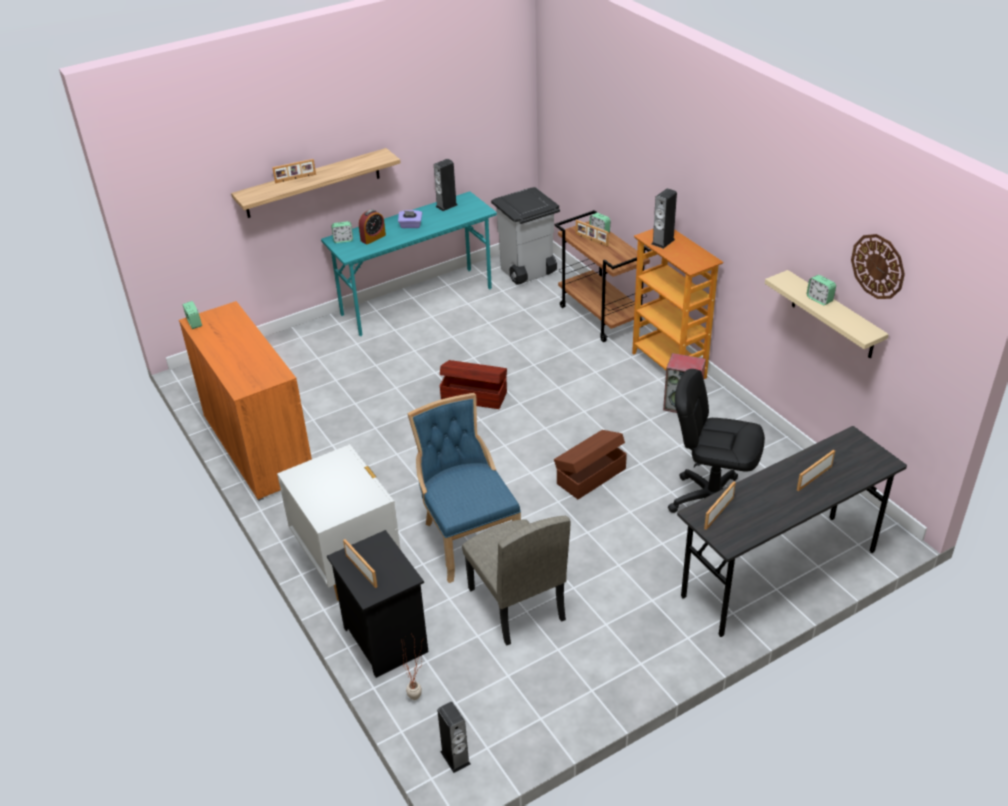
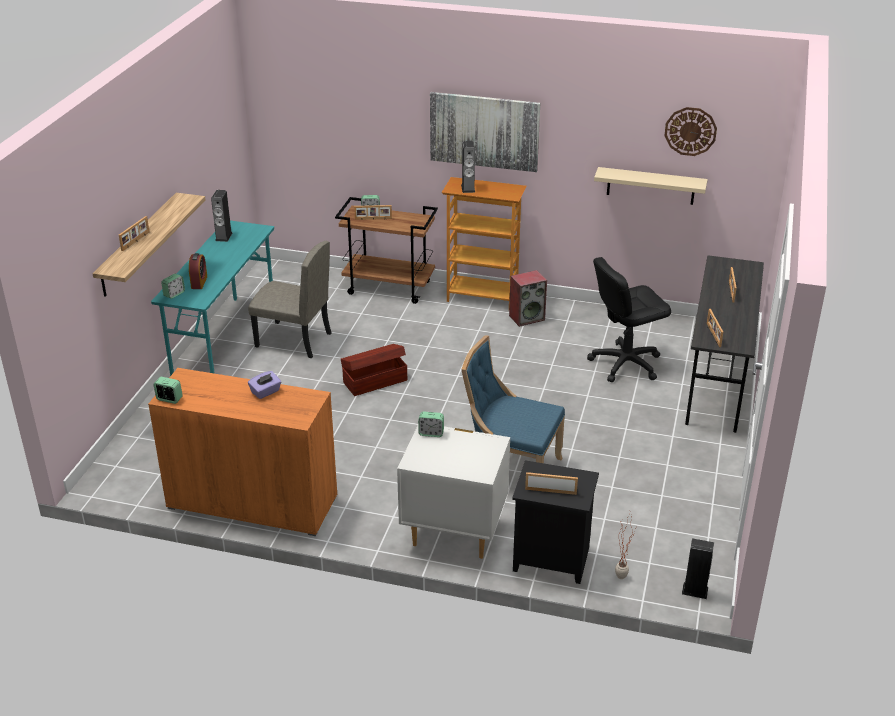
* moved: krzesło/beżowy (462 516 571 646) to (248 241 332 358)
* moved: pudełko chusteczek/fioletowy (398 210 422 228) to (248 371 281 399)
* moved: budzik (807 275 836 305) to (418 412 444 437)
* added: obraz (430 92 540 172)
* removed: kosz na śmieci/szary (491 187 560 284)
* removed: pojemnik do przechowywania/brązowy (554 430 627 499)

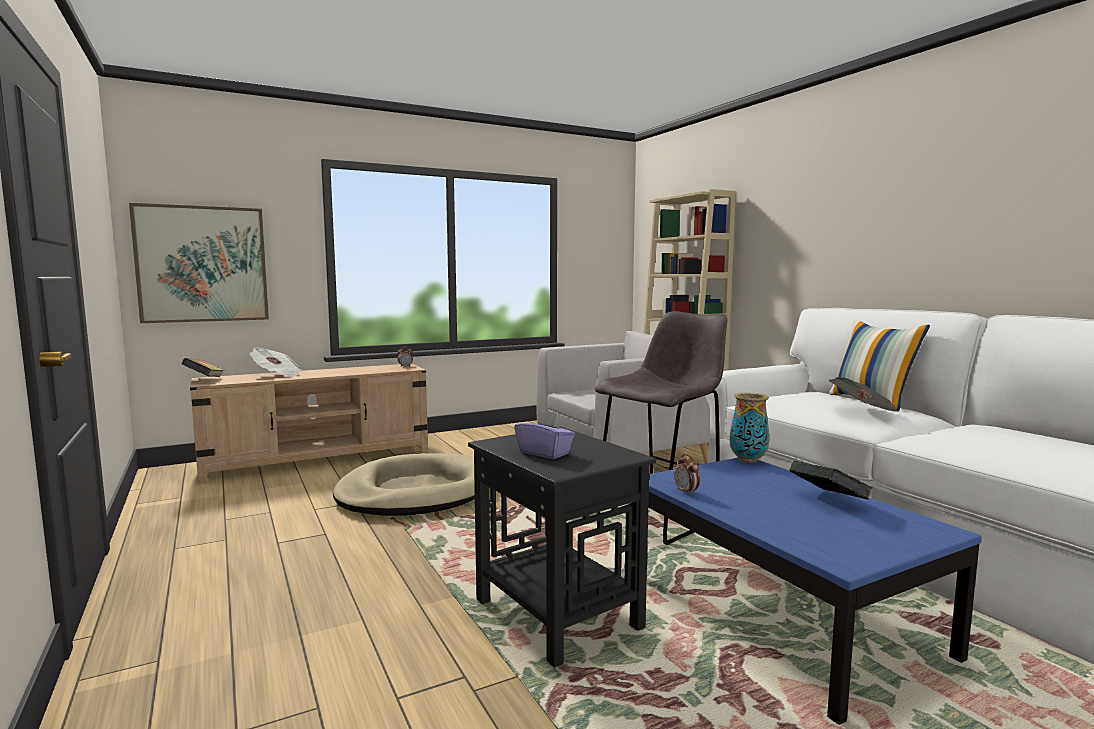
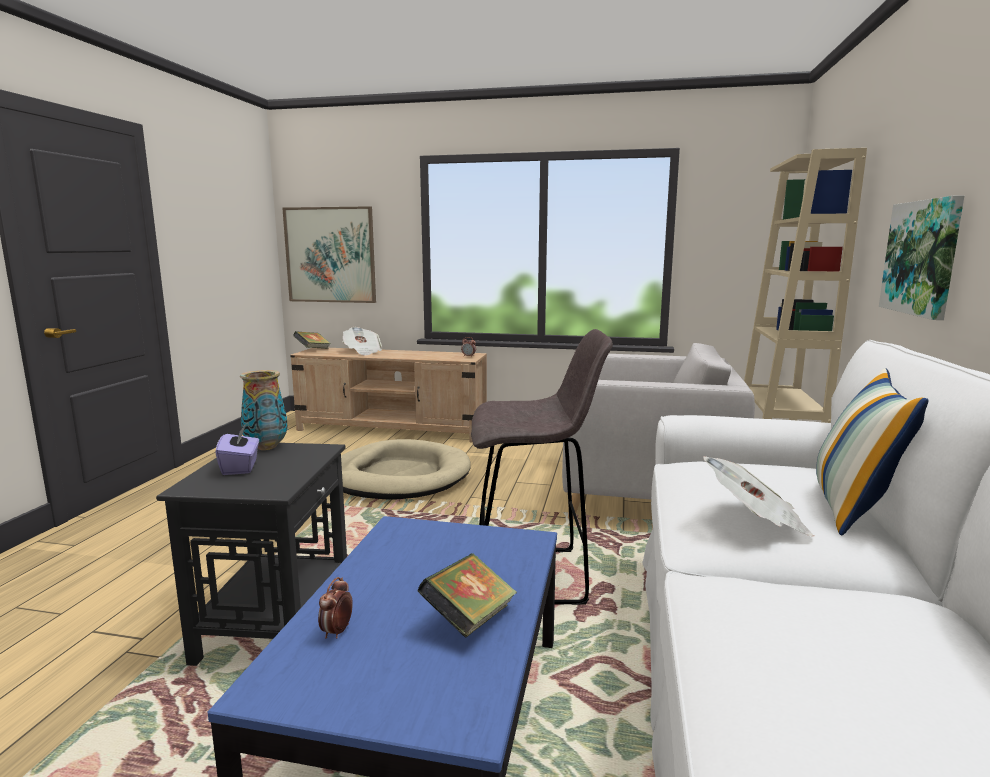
* moved: wazon (729 392 769 463) to (240 370 288 450)
* moved: budzik (674 454 700 496) to (318 577 353 639)
* added: obraz (879 195 964 320)

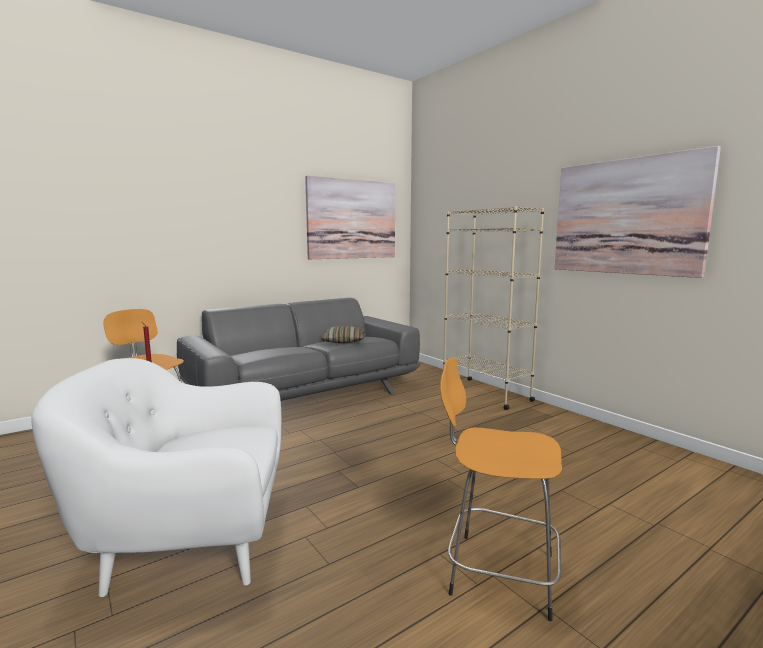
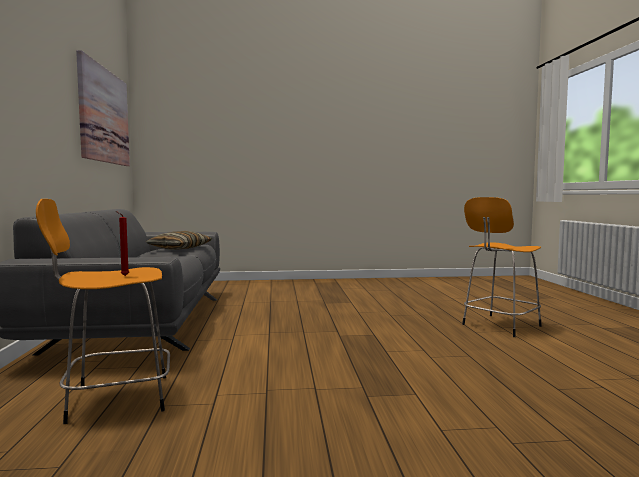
* removed: fotel/biały (31 358 281 597)
* removed: regał/beżowy (443 206 544 410)
* removed: obraz (555 146 721 278)

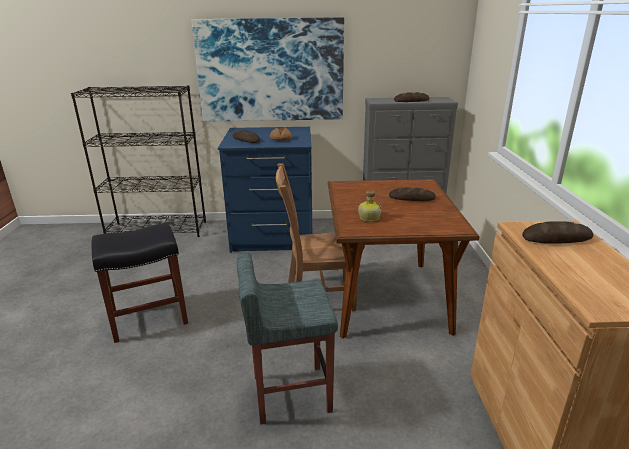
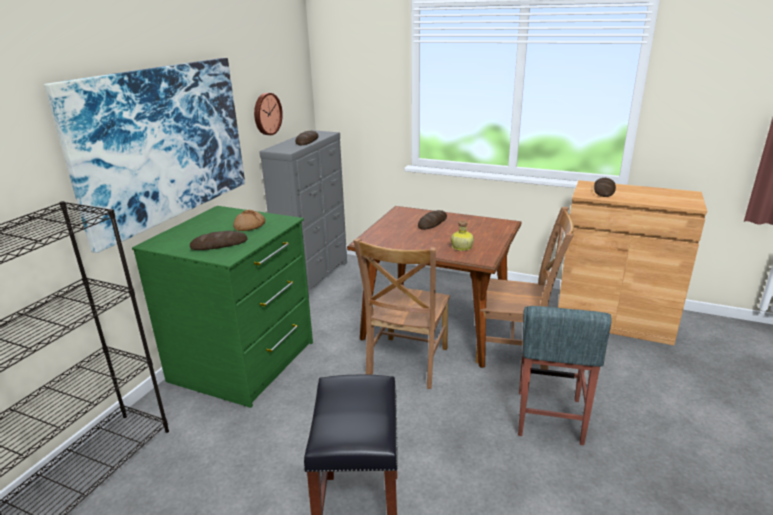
* recoloured: komoda/niebieski (217 127 312 253) to komoda/zielony (132 206 313 408)
* added: zegar ścienny (254 93 283 135)
* added: krzesło/brązowy (476 207 574 370)

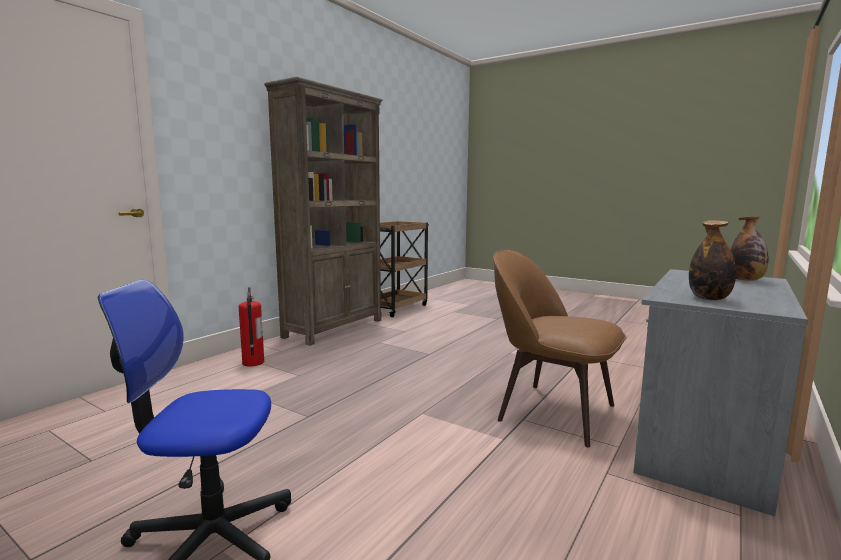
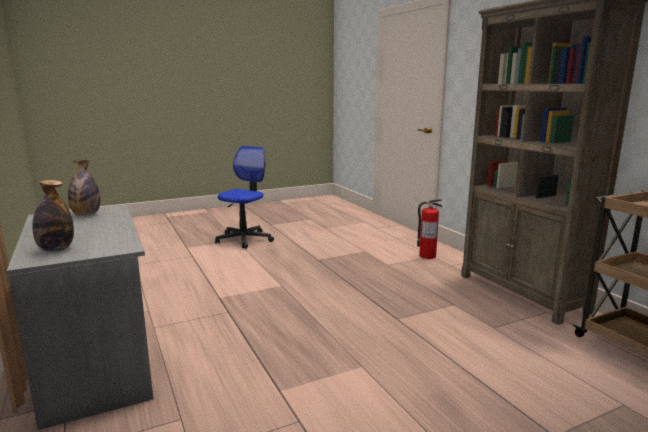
* removed: krzesło/brązowy (493 249 626 448)

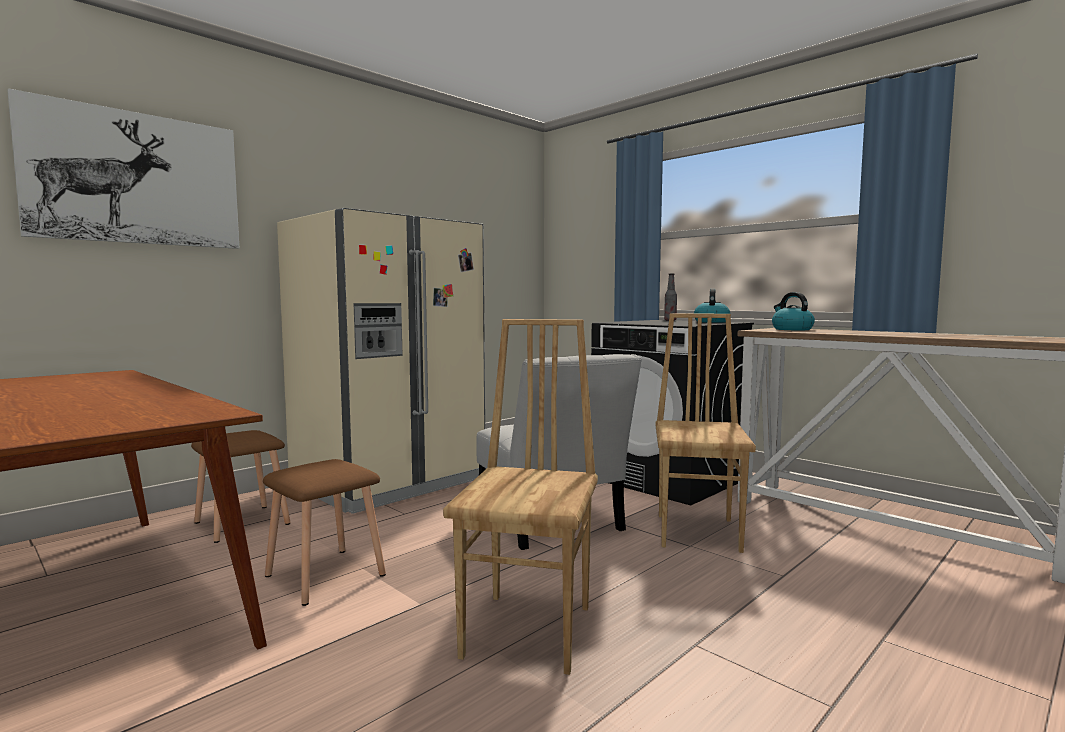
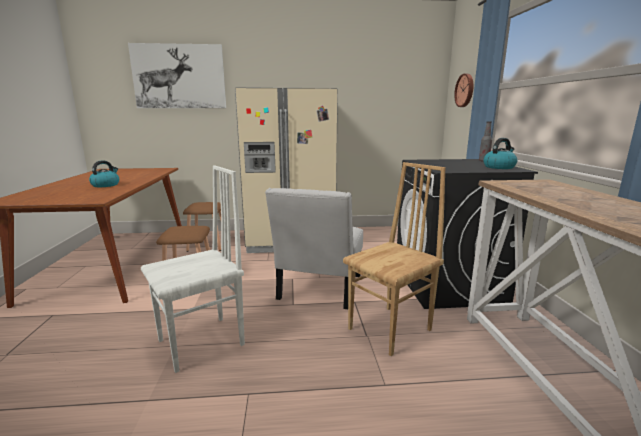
* moved: czajnik (772 292 815 330) to (89 161 119 187)
* recoloured: krzesło/brązowy (443 319 598 675) to krzesło/biały (141 165 245 373)
* added: zegar ścienny (454 74 474 107)

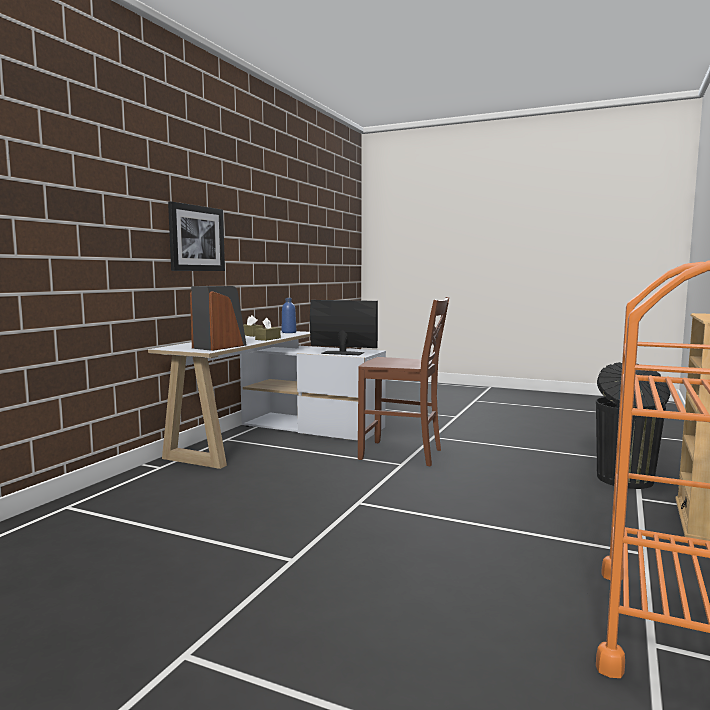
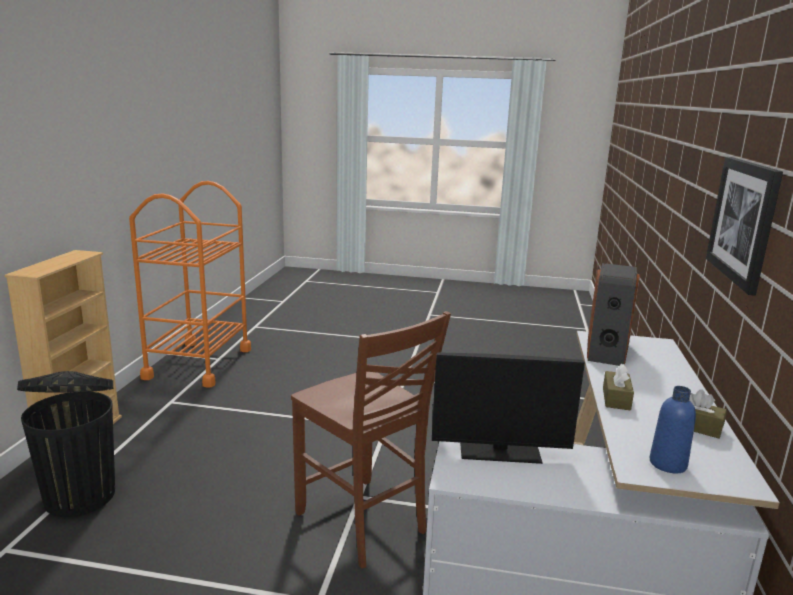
* turned: krzesło/brązowy (358 297 449 466) = (291 311 451 569) 135 degrees counterclockwise

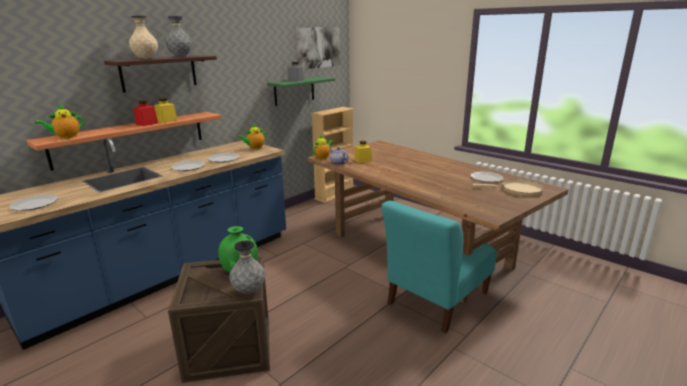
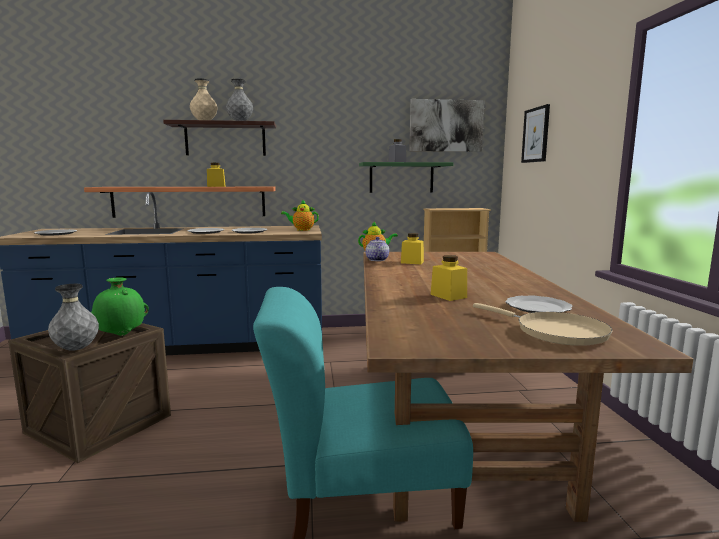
* added: słoik/żółty (431 255 467 301)
* added: obraz (521 104 550 163)
* removed: imbryk (35 104 84 139)
* removed: słoik/czerwony (134 100 158 126)

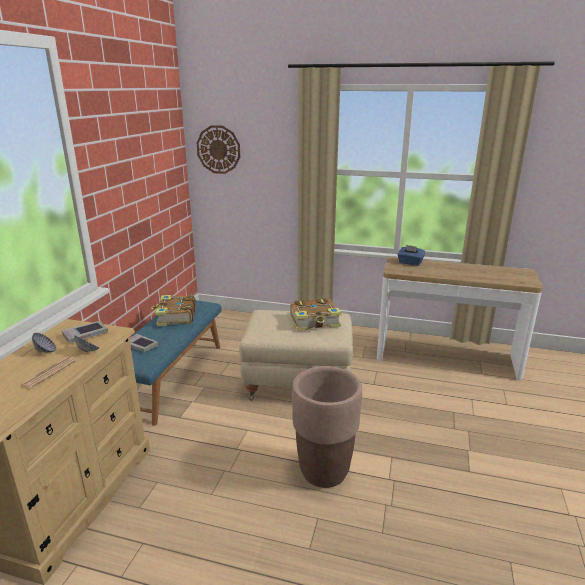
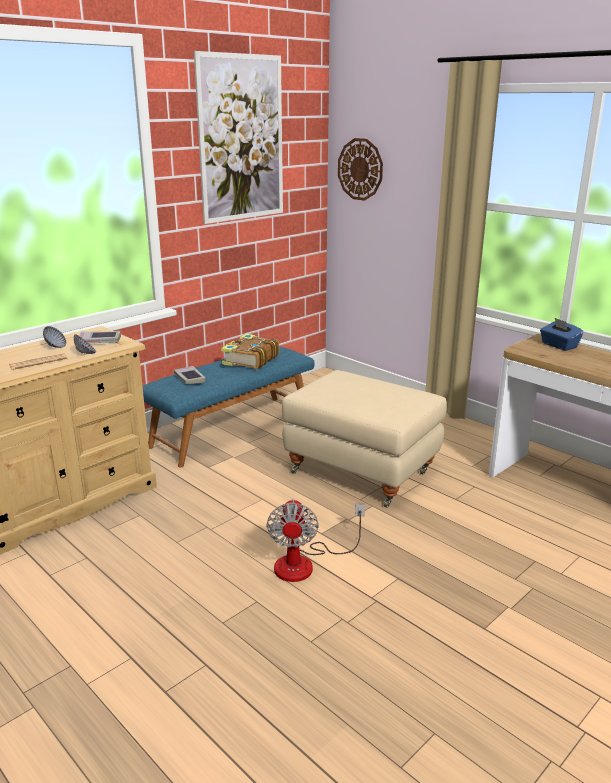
* added: obraz (194 51 283 224)
* replaced: donica/brązowy (292 366 362 488) to wentylator (266 499 365 582)
* removed: książka (291 298 342 331)

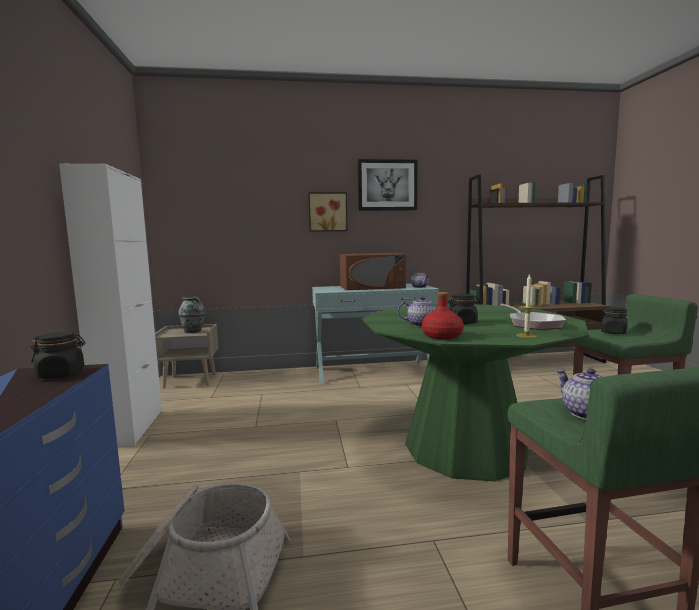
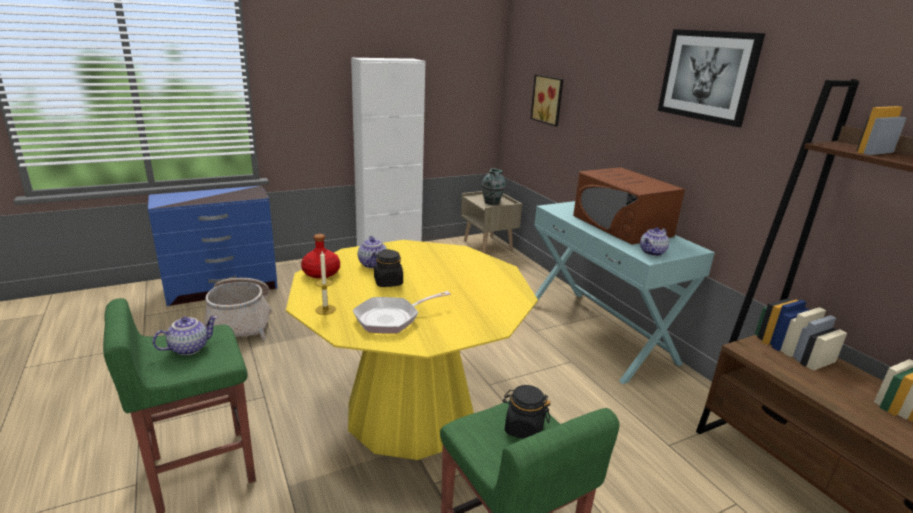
* recoloured: stół jadalny/zielony (362 304 589 482) to stół jadalny/żółty (286 240 538 460)
* moved: obraz (308 192 348 232) to (530 74 564 126)
* removed: słoik/czarny (31 332 86 378)

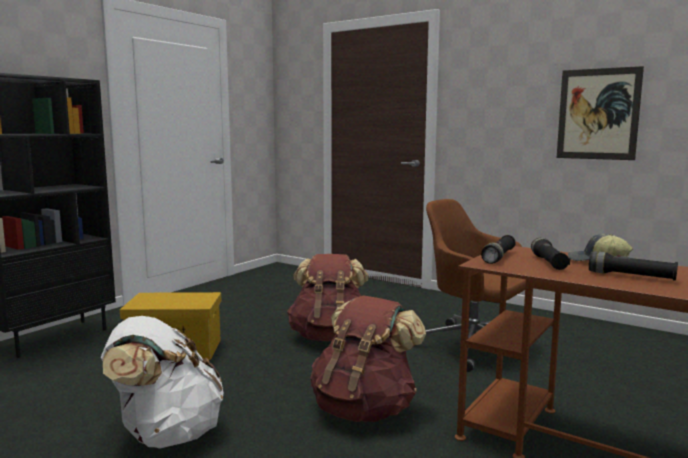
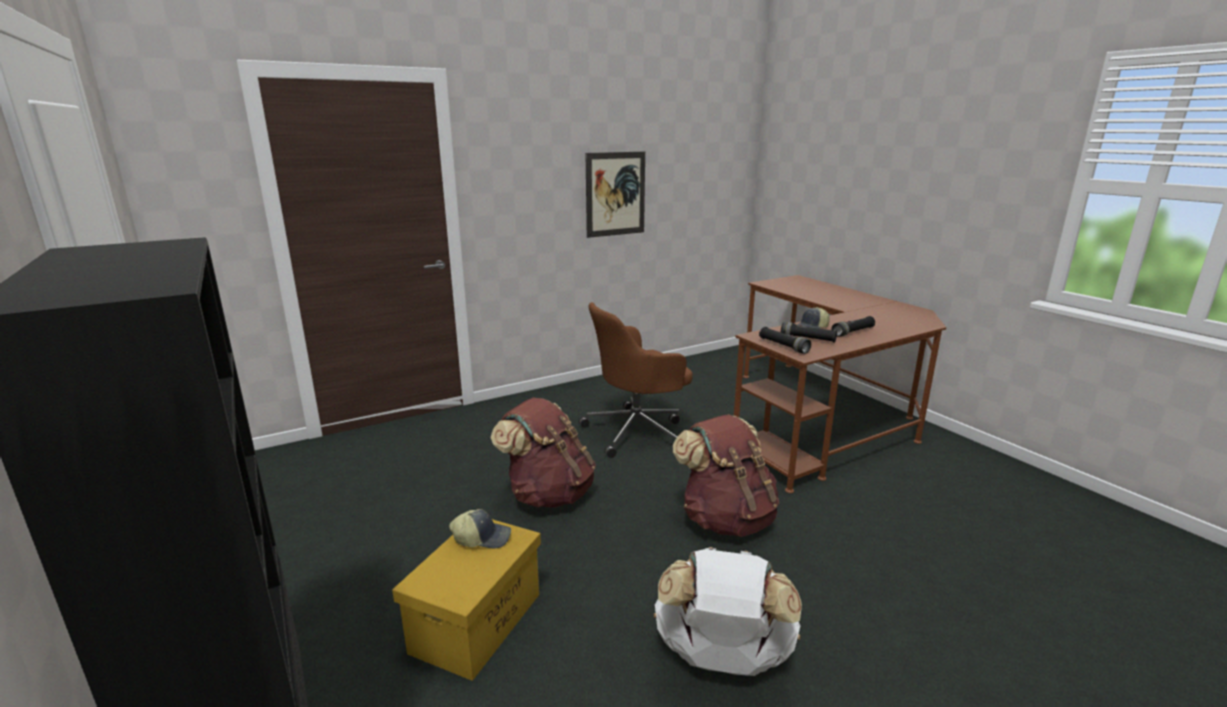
* added: czapka z daszkiem (449 509 511 548)

